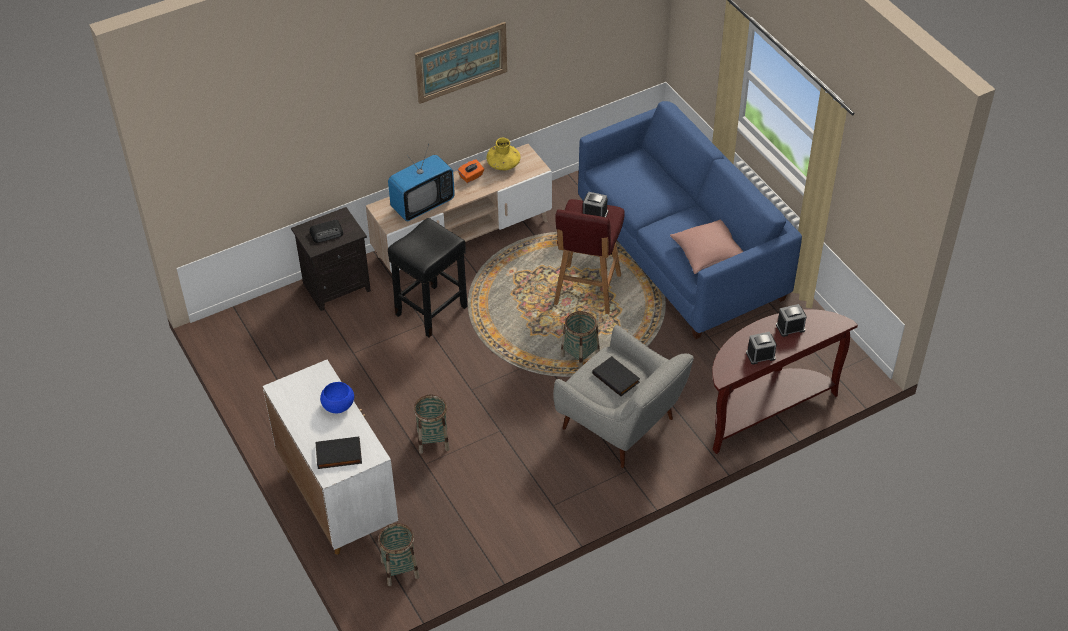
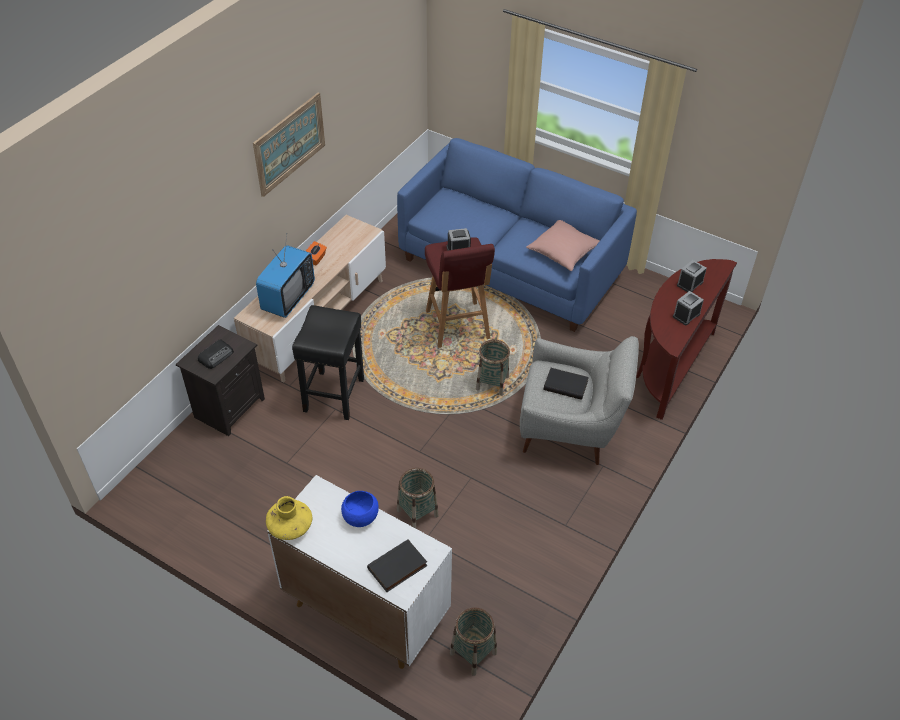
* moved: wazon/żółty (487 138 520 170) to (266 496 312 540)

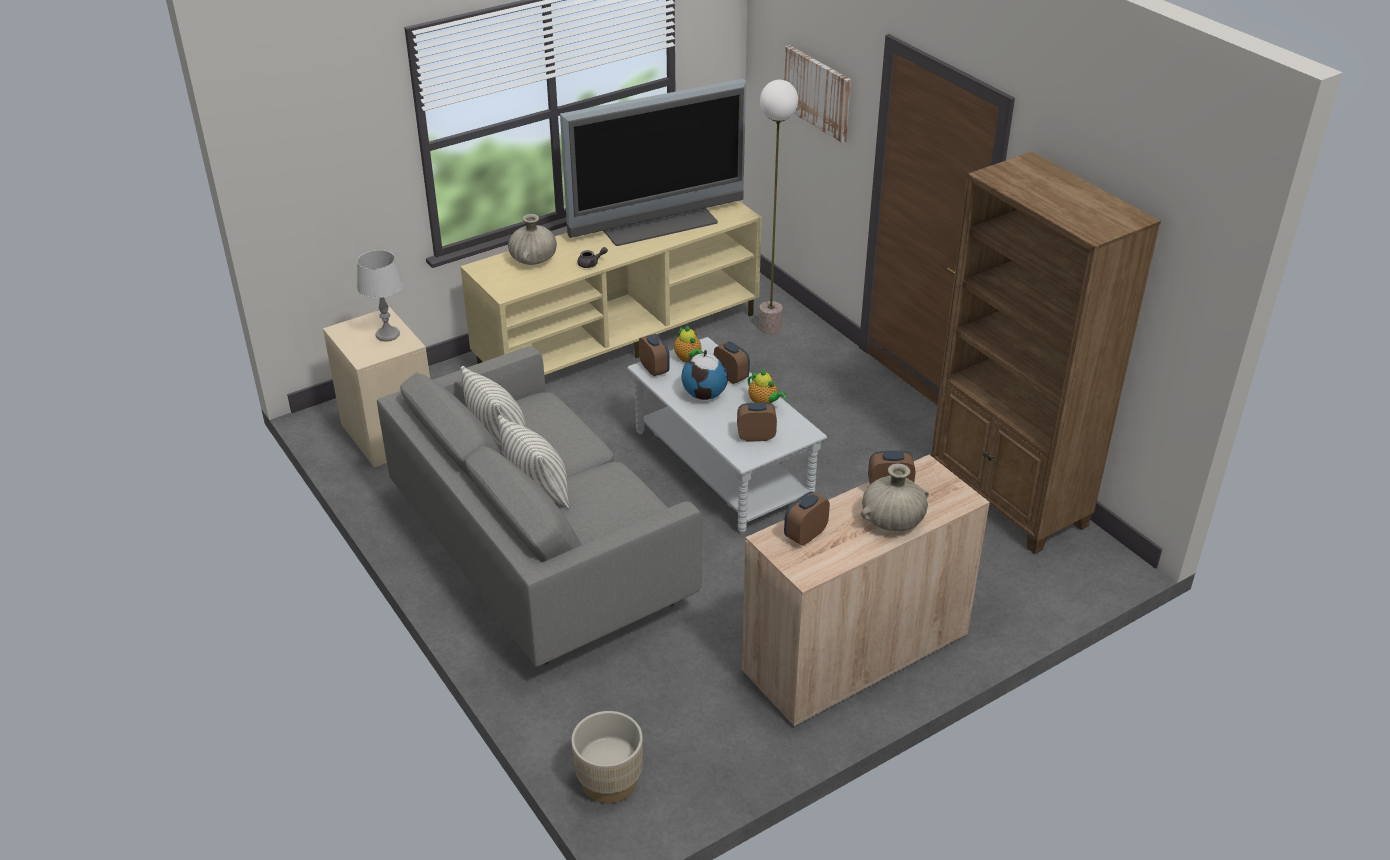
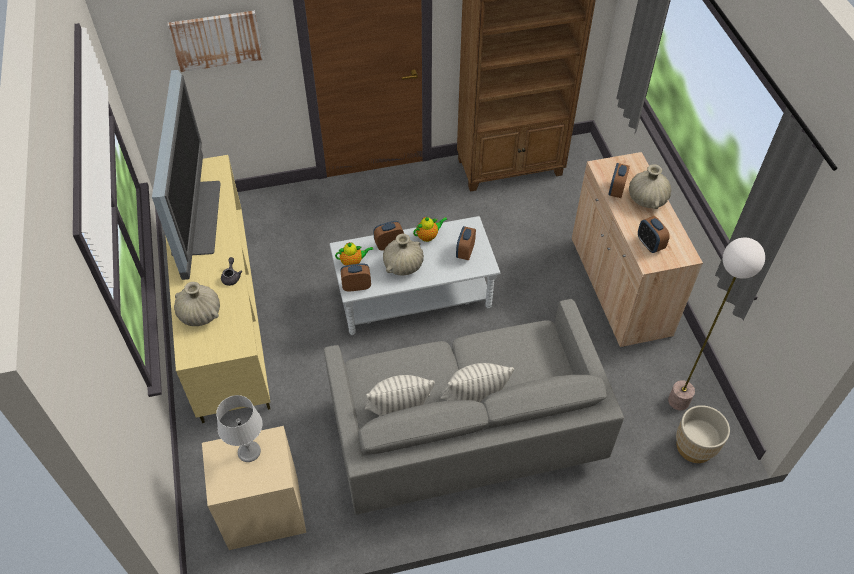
* replaced: globus (681 350 728 400) to wazon/beżowy (383 234 424 275)
* moved: lampa stojąca (759 80 798 334) to (668 238 765 411)

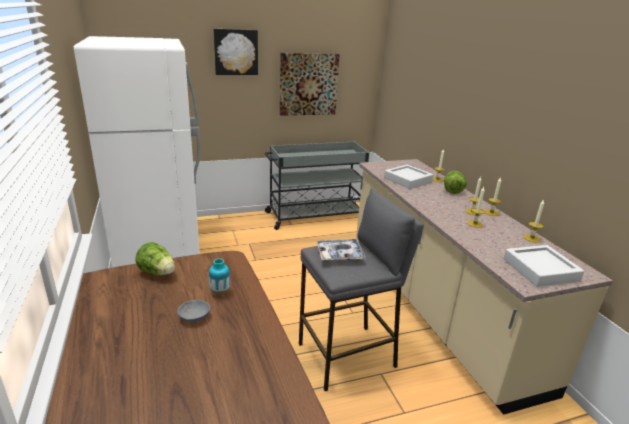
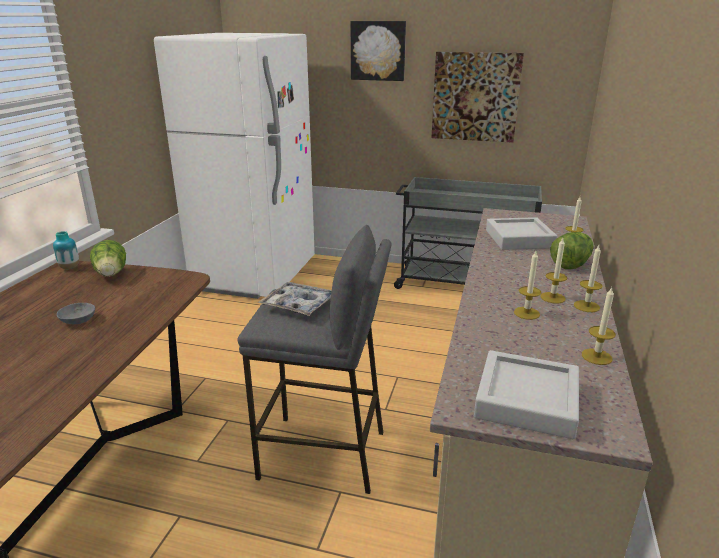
* moved: wazon (209 259 230 295) to (53 231 79 269)

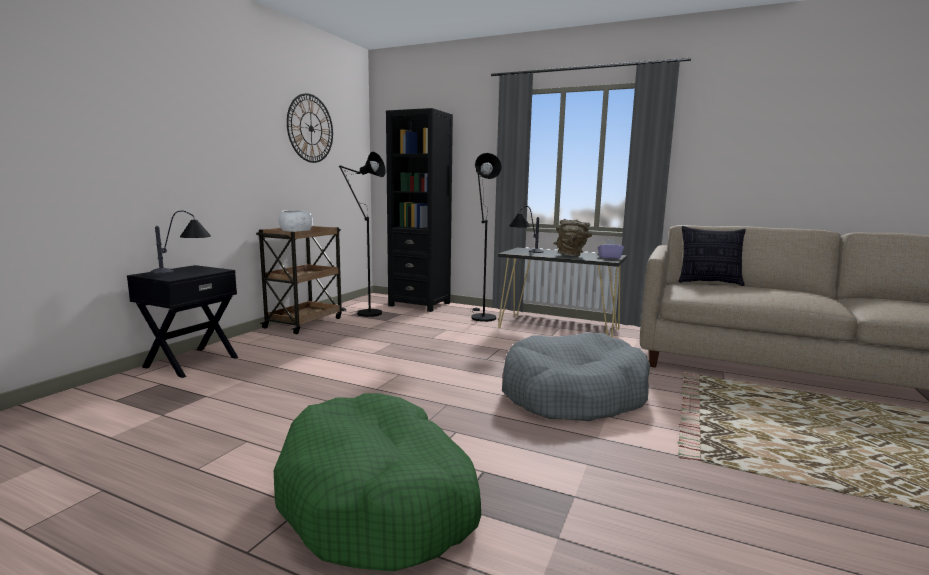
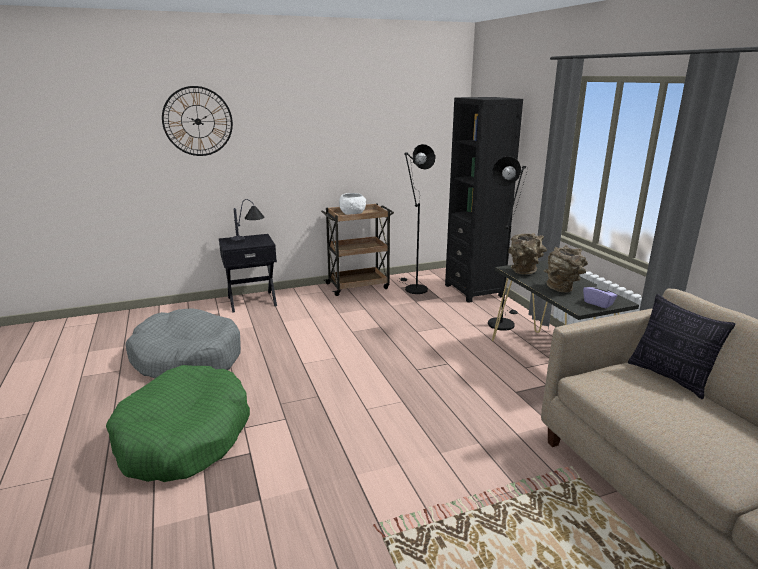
* moved: legowisko/szary (502 332 650 421) to (126 308 241 378)
* moved: zegar ścienny (287 93 333 163) to (162 86 233 156)
* replaced: lampa stołowa (509 206 544 253) to wazon/brązowy (508 233 547 275)

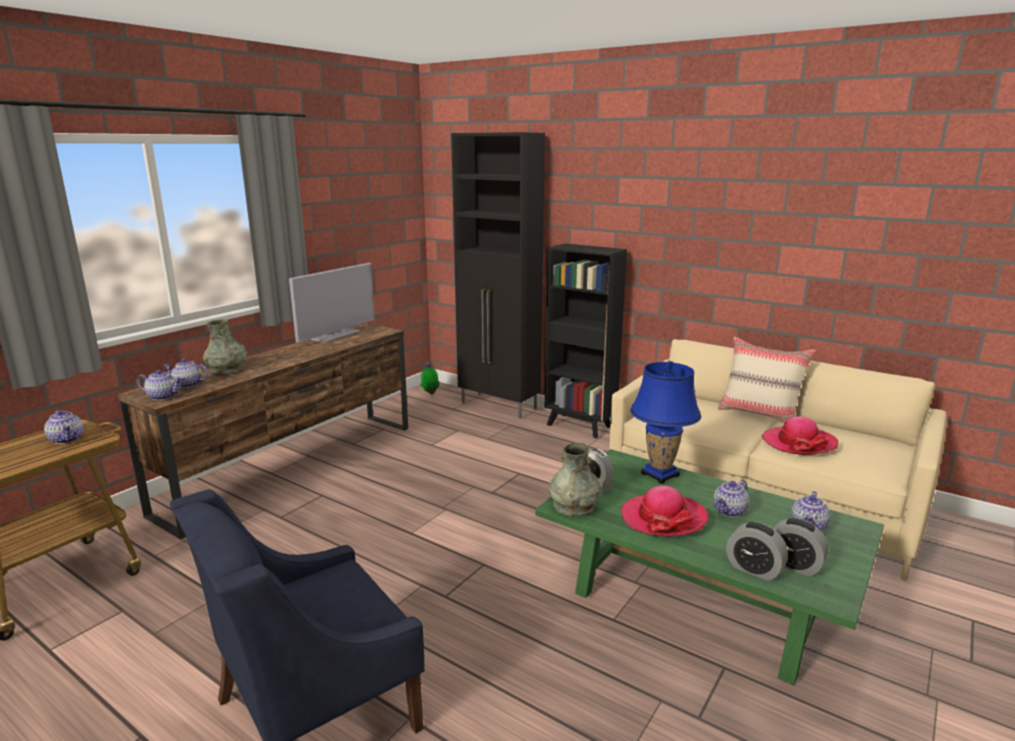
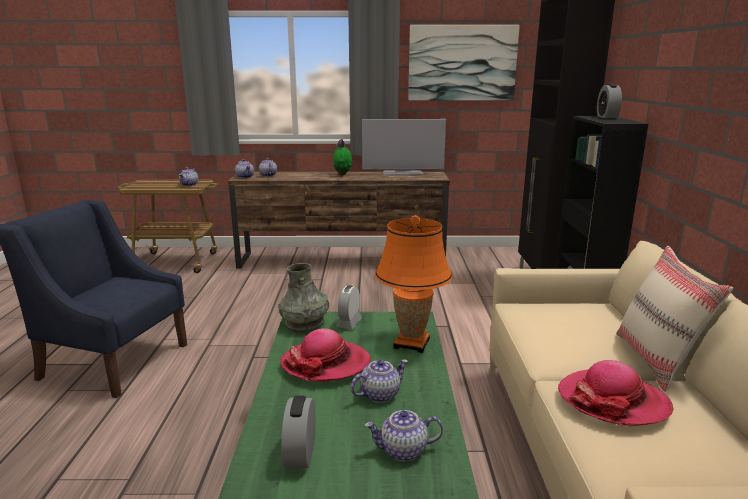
* moved: roślina doniczkowa (420 360 440 394) to (333 139 353 176)
* turned: imbryk (713 479 749 517) = (351 359 408 403) 135 degrees clockwise
* recoloured: lampa stołowa/niebieski (630 361 701 484) to lampa stołowa/pomarańczowy (375 215 453 353)
* added: obraz (408 25 520 100)
* moved: budzik (726 522 788 581) to (597 84 622 118)
* removed: wazon/szary (203 319 247 376)

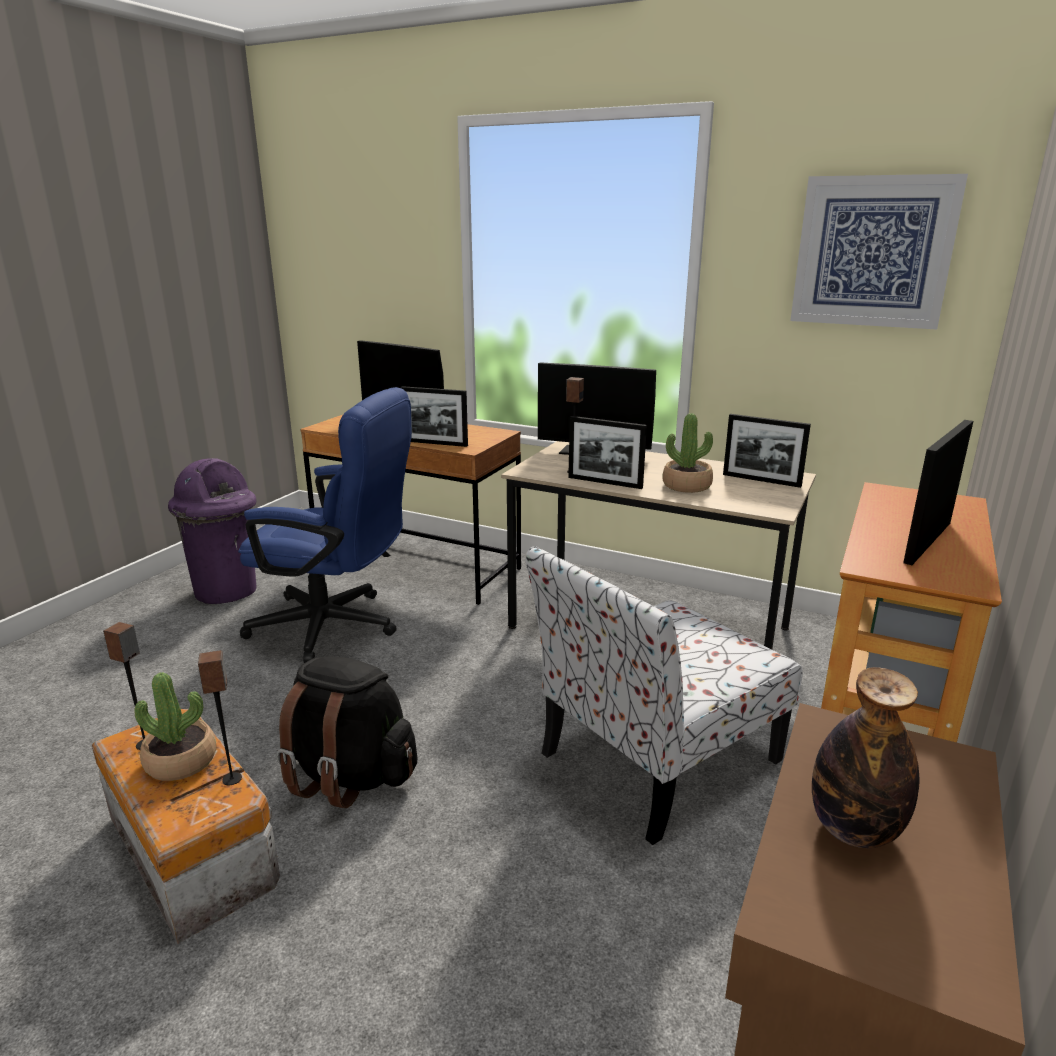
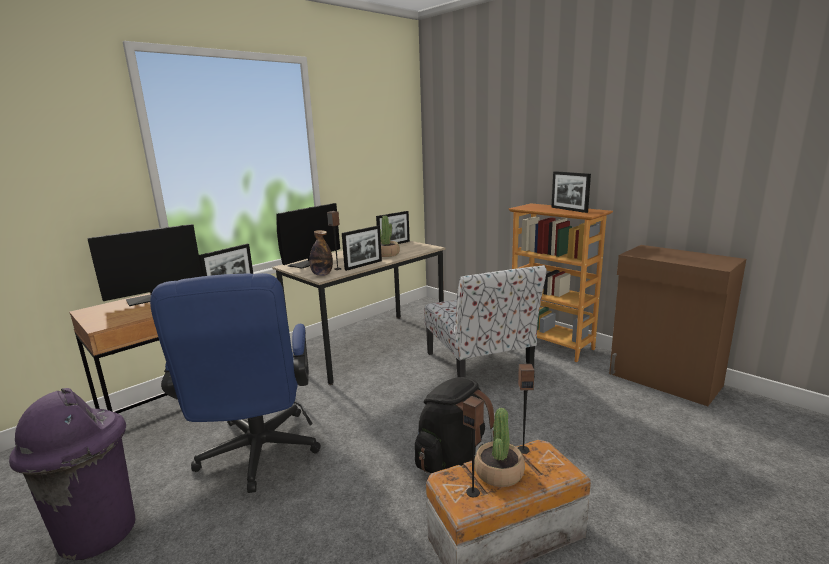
* turned: krzesło biurowe/niebieski (238 387 412 663) = (150 273 321 493) 135 degrees clockwise
* moved: butelka (812 667 919 848) to (309 230 333 276)
* removed: obraz (790 174 968 329)

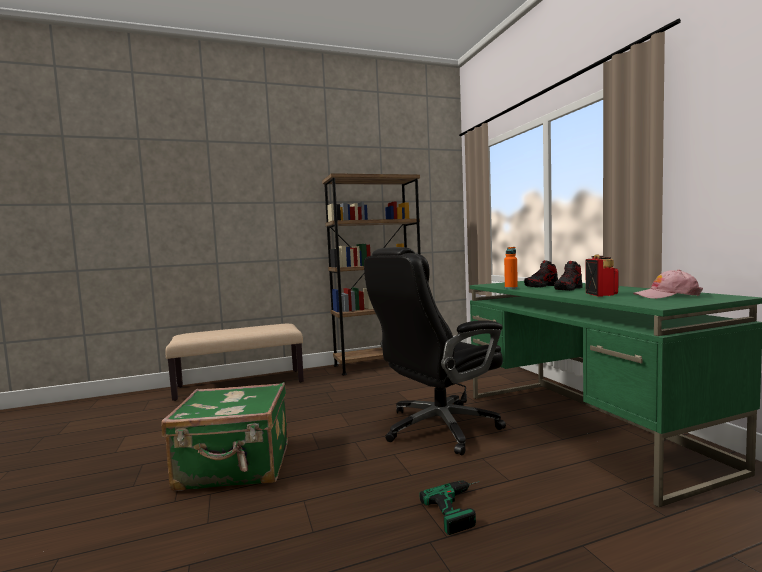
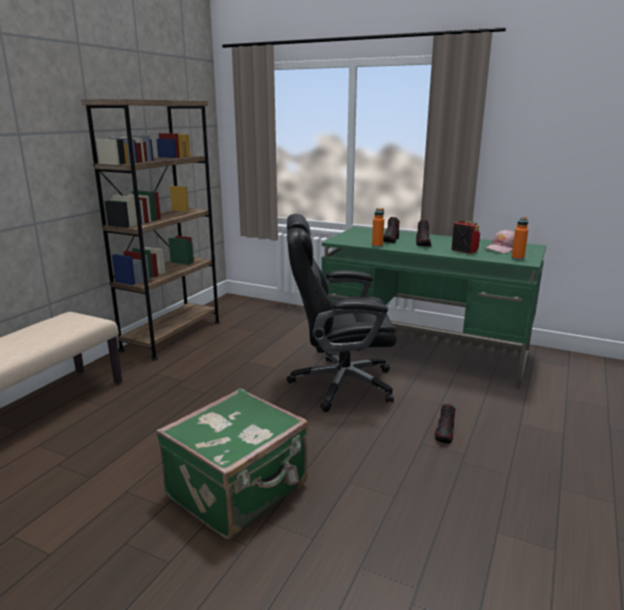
* turned: krzesło biurowe/czarny (364 247 506 455) = (287 214 397 412) 75 degrees clockwise
* replaced: wiertarka (420 480 479 535) to but (435 404 456 444)
* added: butelka/pomarańczowy (511 217 528 260)

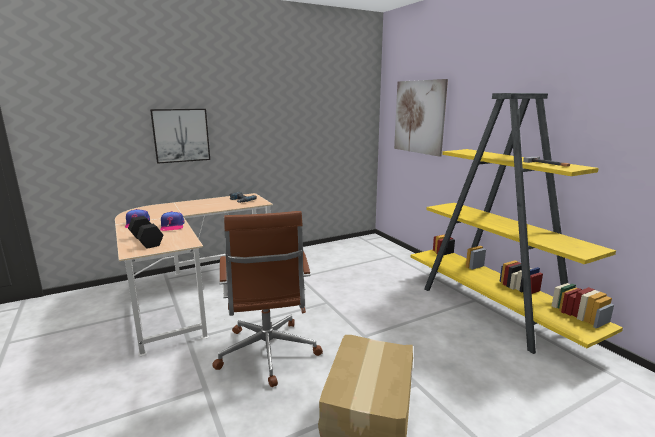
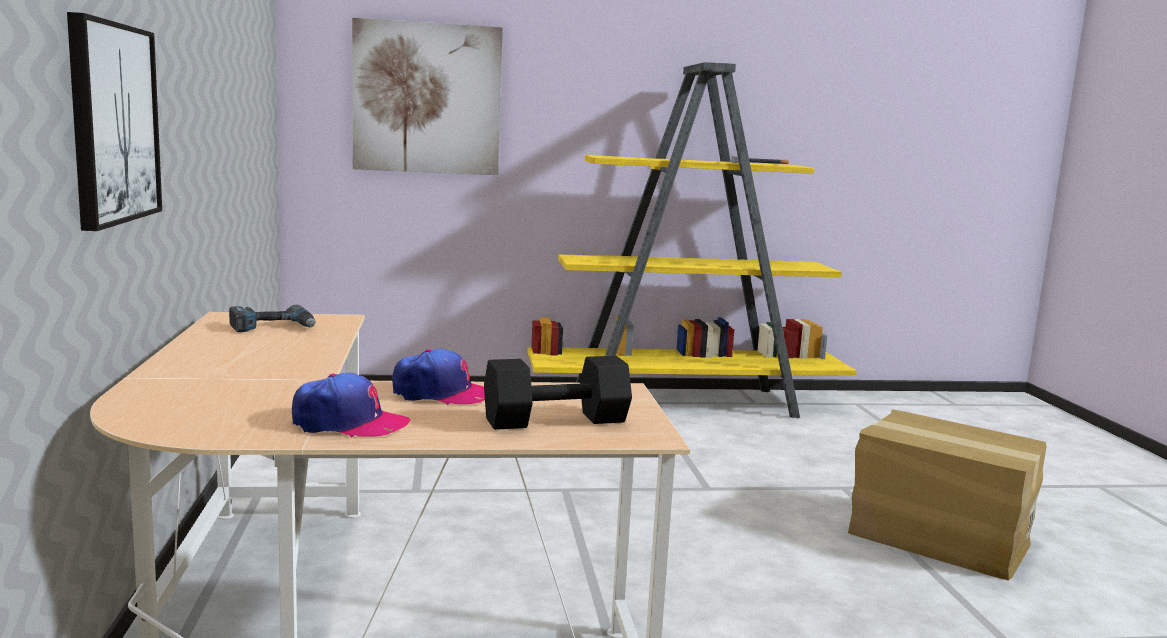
* removed: krzesło biurowe/brązowy (212 211 323 387)

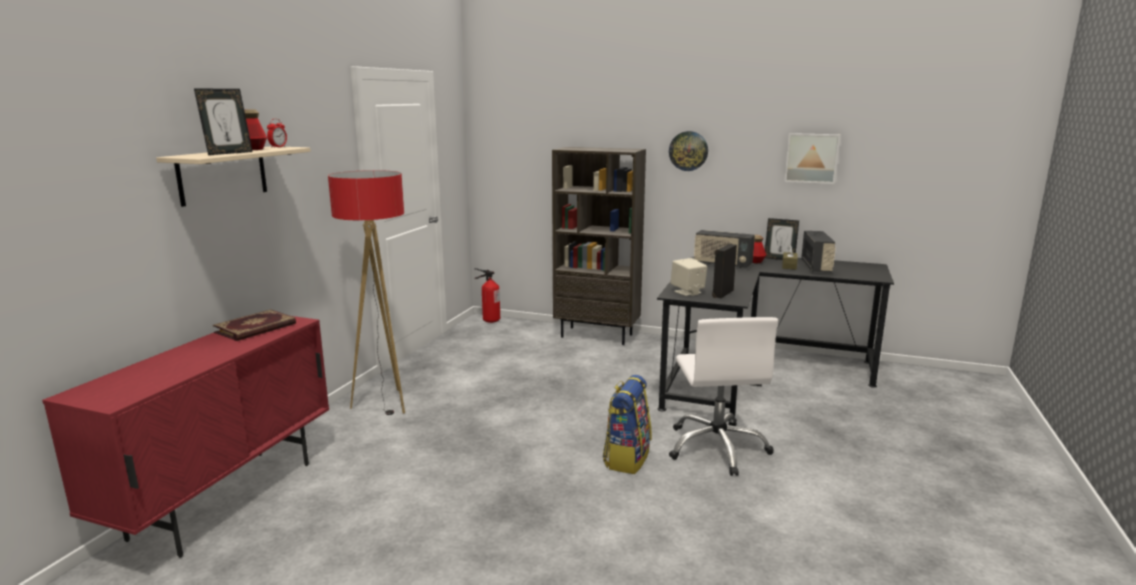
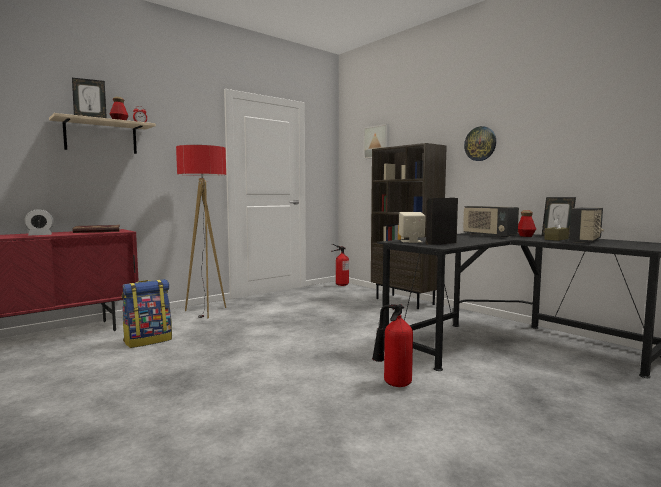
* added: budzik (24 209 54 235)
* moved: plecak (603 375 652 474) to (122 279 172 348)
* moved: obraz (784 133 840 184) to (363 124 390 159)
* replaced: krzesło biurowe/biały (669 317 778 476) to gaśnica (372 304 413 387)

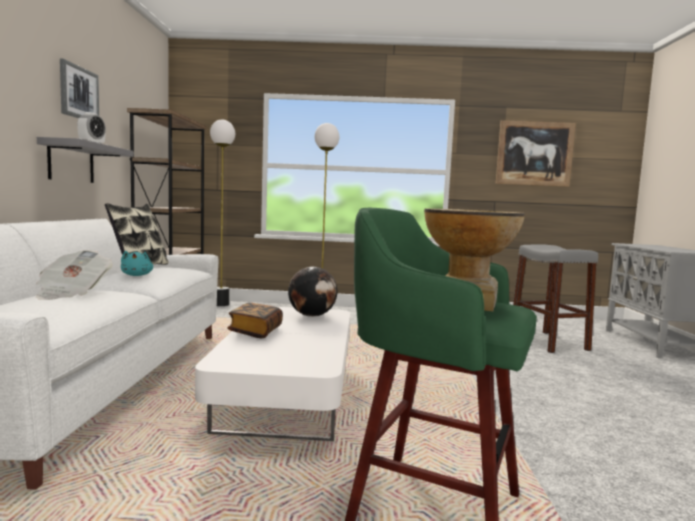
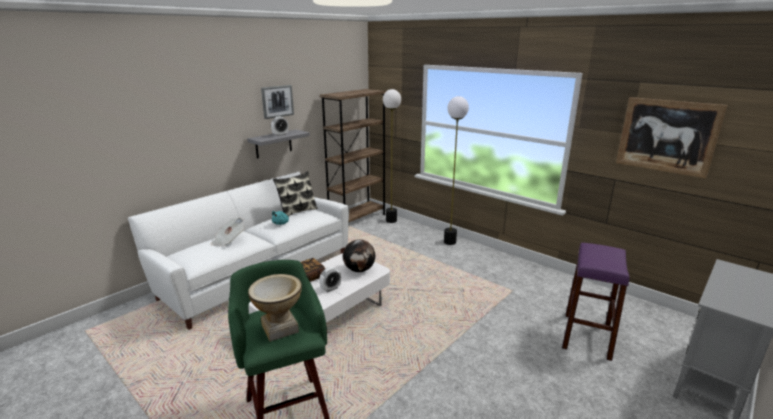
* added: budzik (319 267 341 292)
* recoloured: stołek/szary (513 244 598 353) to stołek/fioletowy (562 243 629 361)

